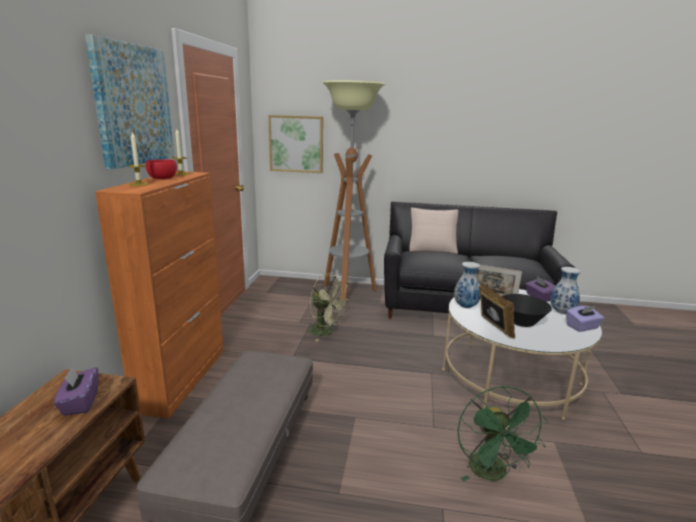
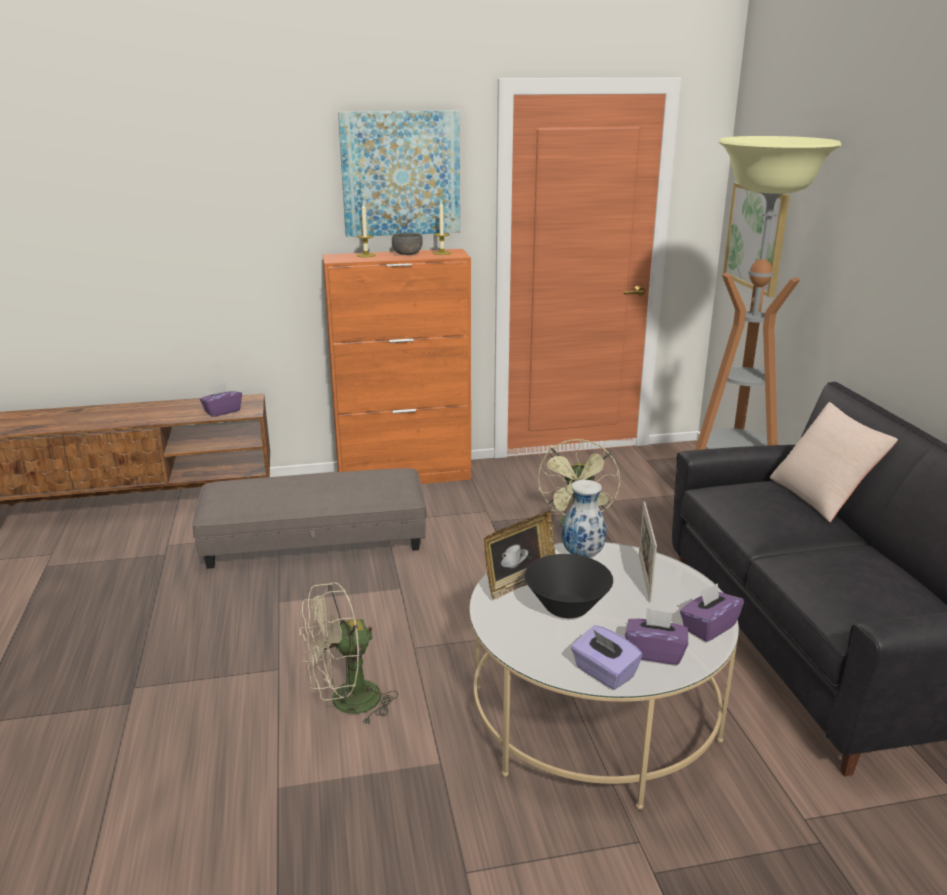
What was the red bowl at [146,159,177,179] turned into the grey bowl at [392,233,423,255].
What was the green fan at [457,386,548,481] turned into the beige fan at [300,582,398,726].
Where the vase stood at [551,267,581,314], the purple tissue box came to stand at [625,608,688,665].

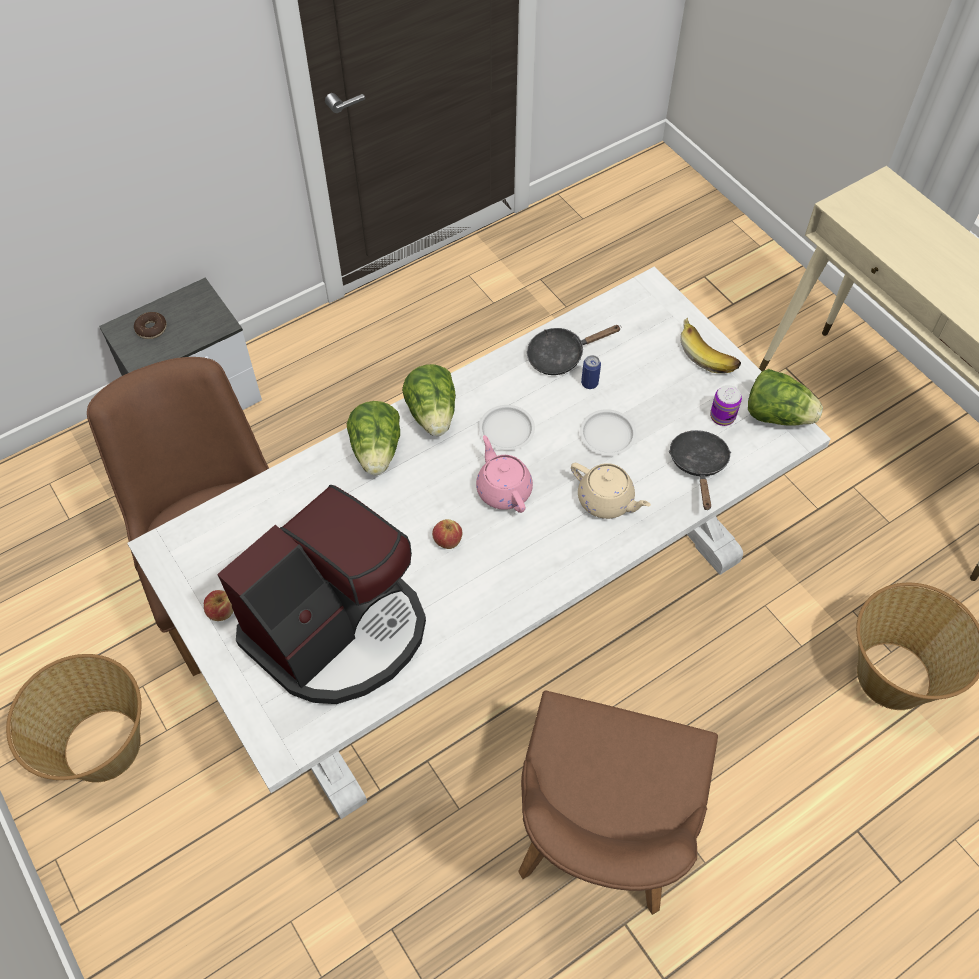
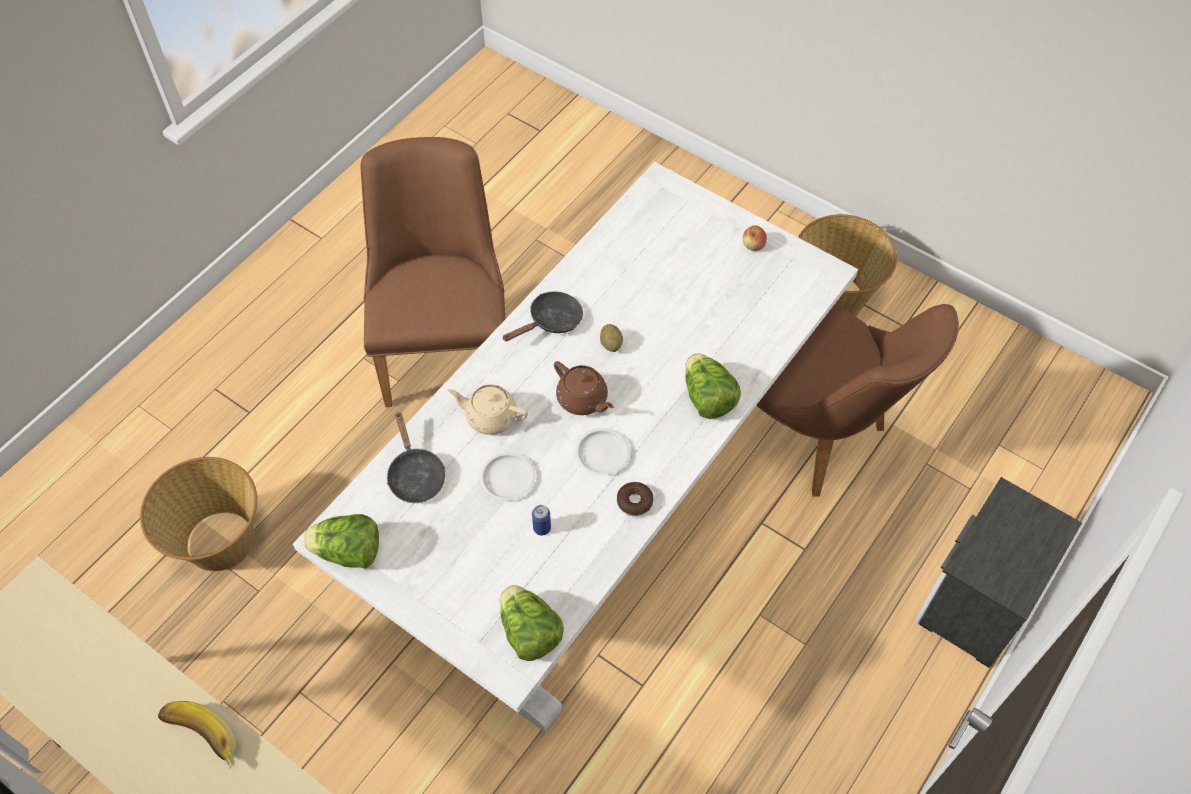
The donut ended up elsewhere, having gone from [134,312,166,339] to [617,482,653,516].
The second view lost the coffee machine at [217,485,426,704].
The lettuce ended up elsewhere, having gone from [402,364,456,436] to [500,585,564,661].
Where the apple stood at [432,519,462,549], the potato came to stand at [600,324,623,352].
What was the pink teapot at [476,435,533,513] turned into the brown teapot at [554,361,614,415].
The black frying pan ended up elsewhere, having gone from [527,325,621,375] to [502,292,583,341].
The banana ended up elsewhere, having gone from [680,318,741,373] to [158,701,237,769].
The second view lost the can at [710,385,742,426].

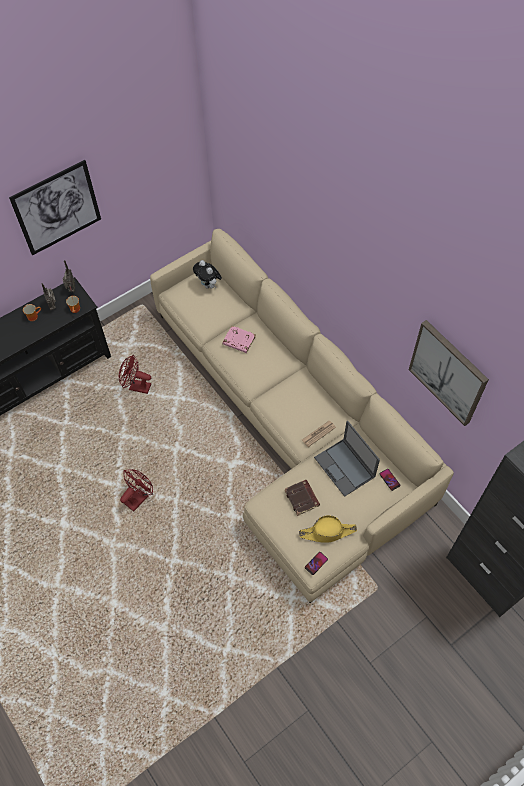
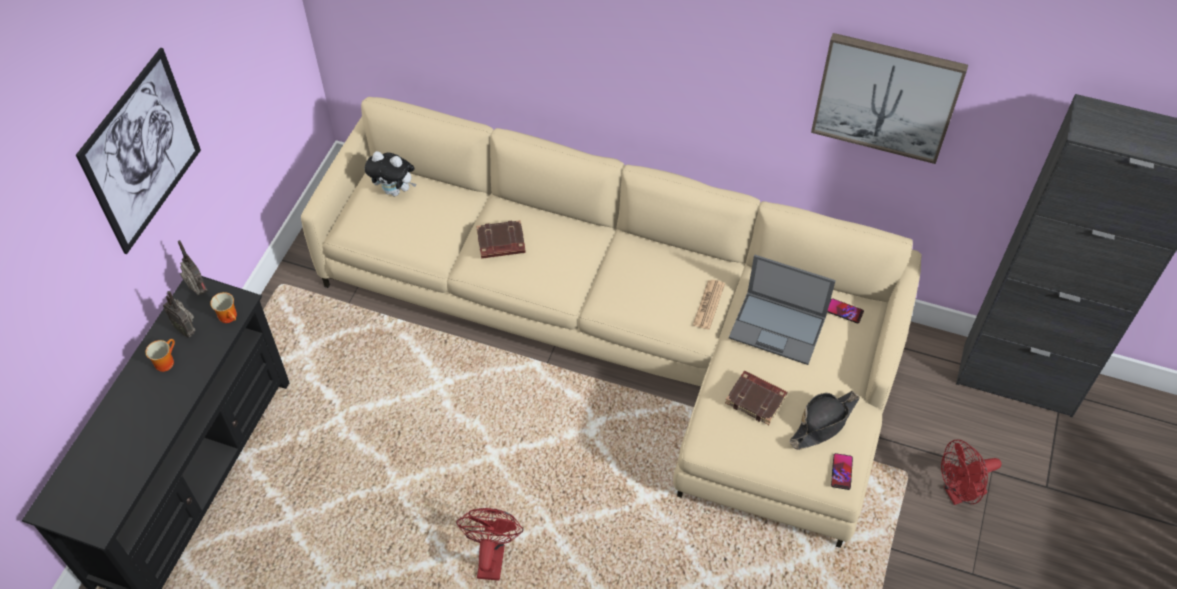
The red fan ended up elsewhere, having gone from [119,355,151,394] to [941,440,1001,505].
What was the pink book at [222,326,256,353] turned into the brown book at [476,220,526,259].
What was the yellow hat at [299,515,357,543] turned into the black hat at [789,391,860,450].

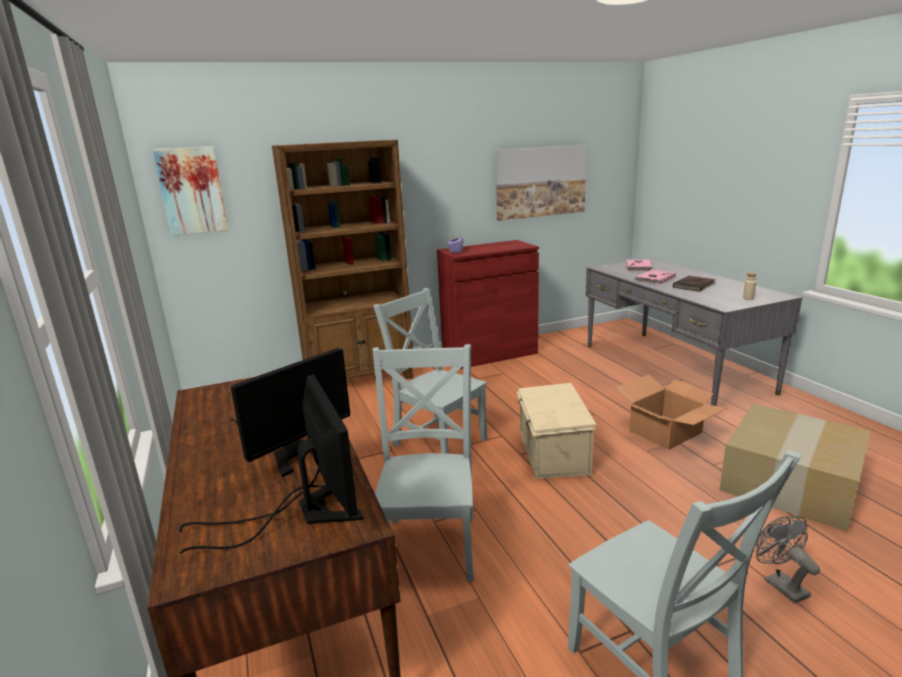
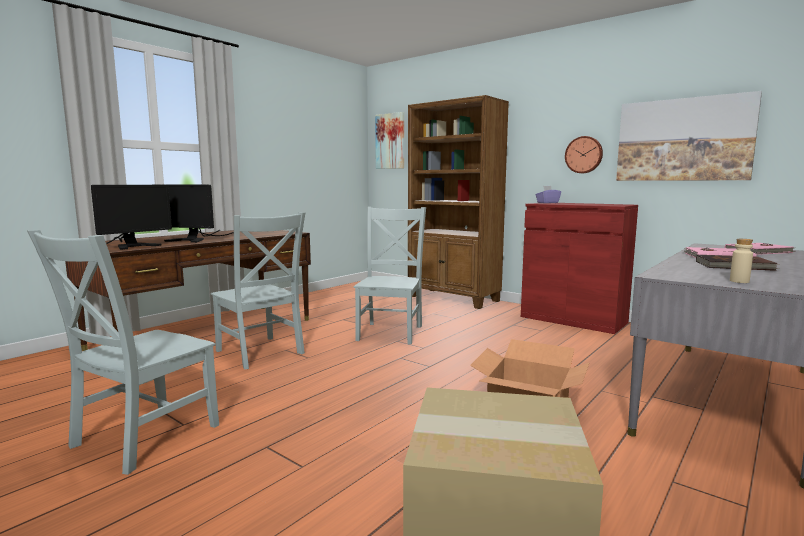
The grey chair at [373,344,474,581] ended up facing another way, 75 degrees clockwise from before.
The second view lost the beige storage box at [516,383,596,479].
The second view lost the grey fan at [756,516,820,603].
The second view gained the wall clock at [565,136,603,173].

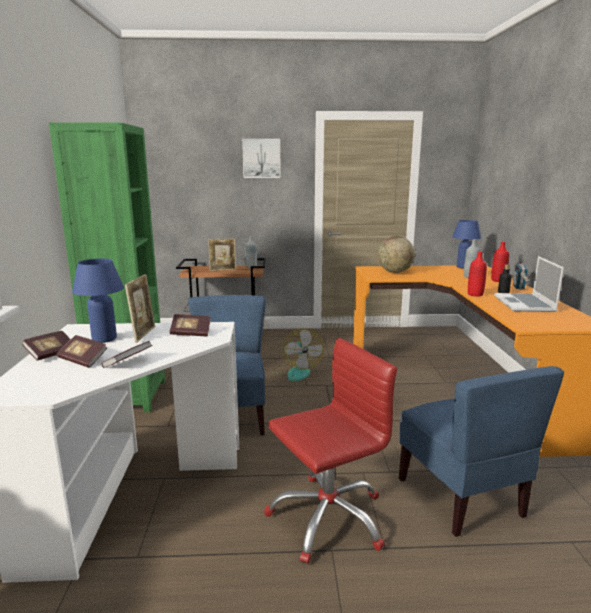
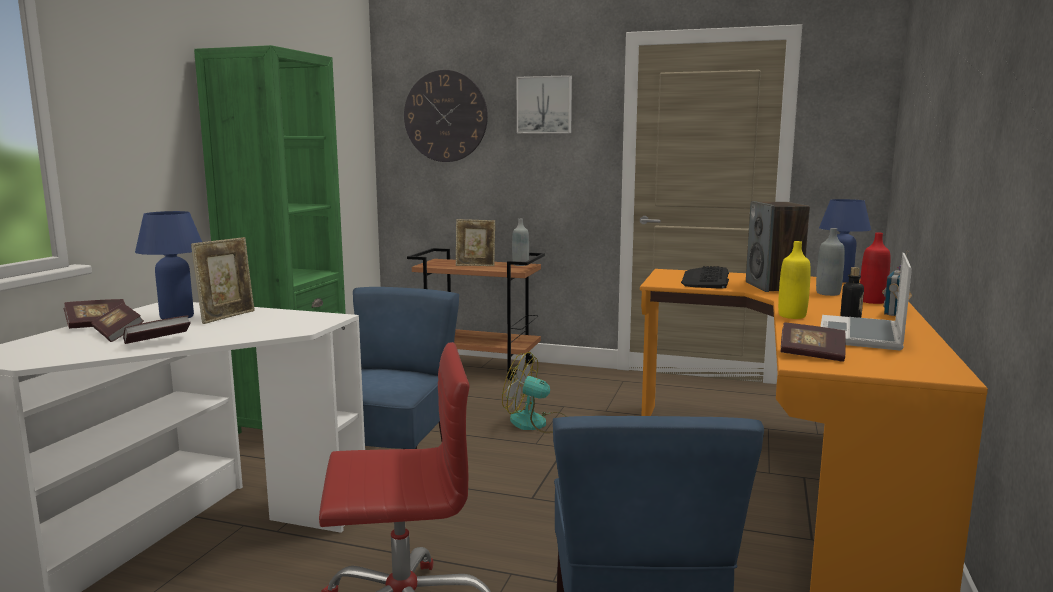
The book ended up elsewhere, having gone from [170,314,211,337] to [780,323,846,362].
The fan at [272,328,324,381] ended up facing another way, 105 degrees clockwise from before.
Where the globe stood at [378,236,415,273], the keyboard came to stand at [681,266,729,289].
What was the red bottle at [468,252,487,297] turned into the yellow bottle at [778,241,811,319].
The second view gained the wall clock at [404,70,488,162].
The second view gained the speaker at [746,201,810,292].

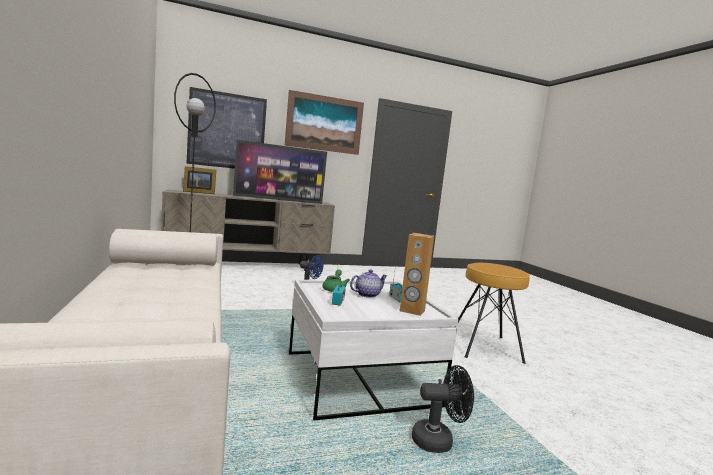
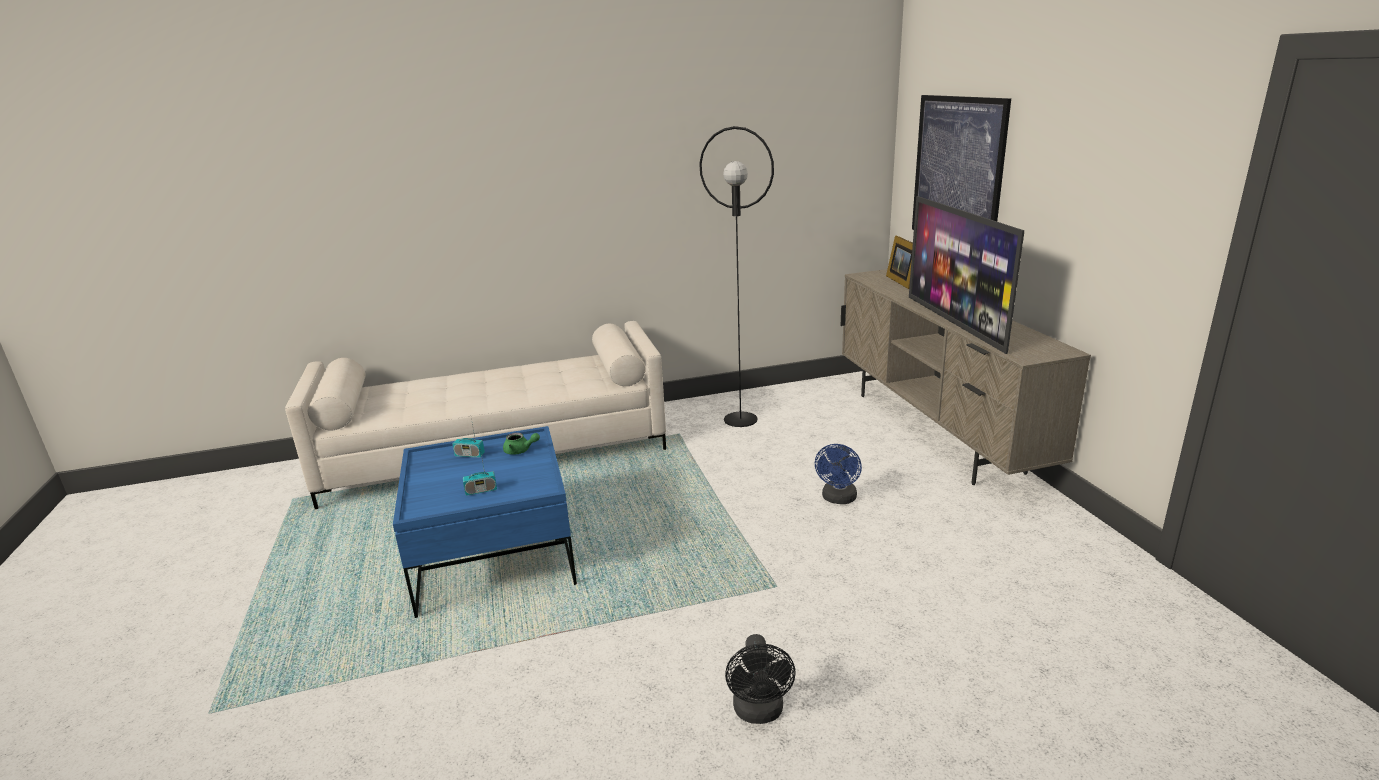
The second view lost the picture at [285,90,364,155].
What was the white coffee table at [289,280,459,420] turned into the blue coffee table at [393,426,577,618].
The second view lost the teapot at [350,269,387,298].
The second view lost the brown speaker at [400,233,434,316].
The black fan ended up elsewhere, having gone from [412,365,474,453] to [725,634,796,724].
The second view lost the brown stool at [455,263,530,364].

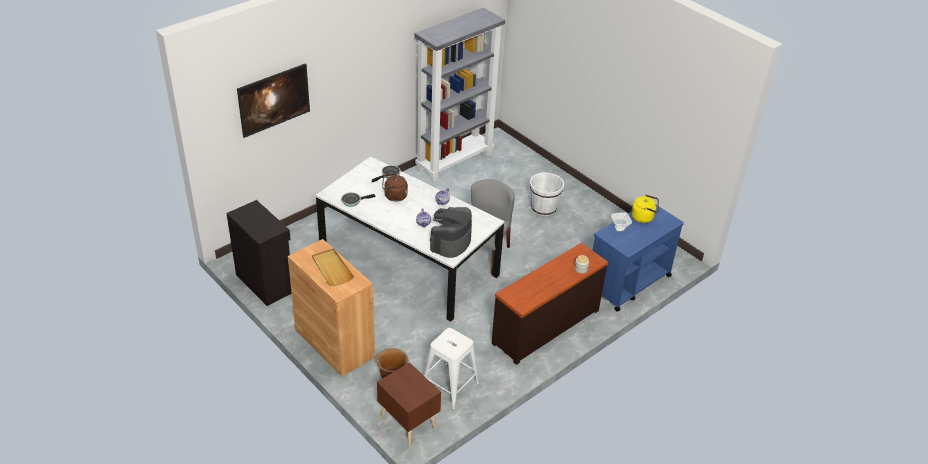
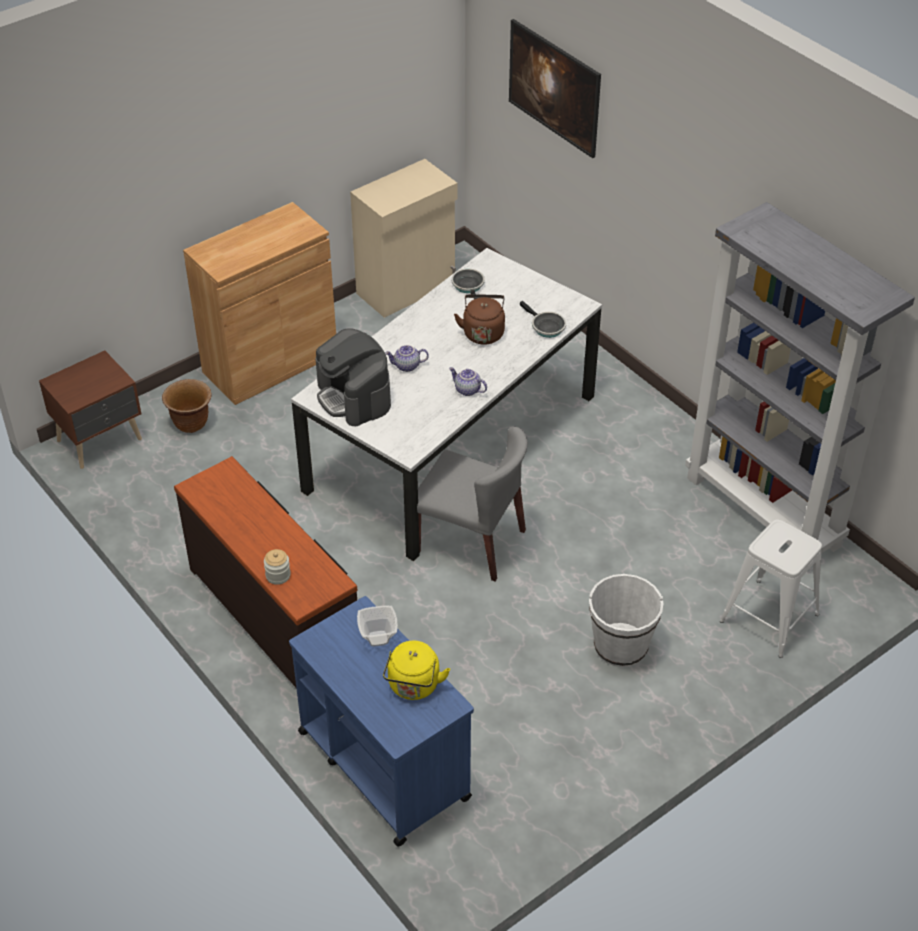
What was the black cabinet at [227,200,292,306] turned into the beige cabinet at [350,159,457,318].
The second view lost the beige tray at [312,248,354,286].
The white stool ended up elsewhere, having gone from [424,328,479,410] to [720,519,822,658].
The coffee machine at [430,207,472,258] ended up facing another way, 150 degrees counterclockwise from before.

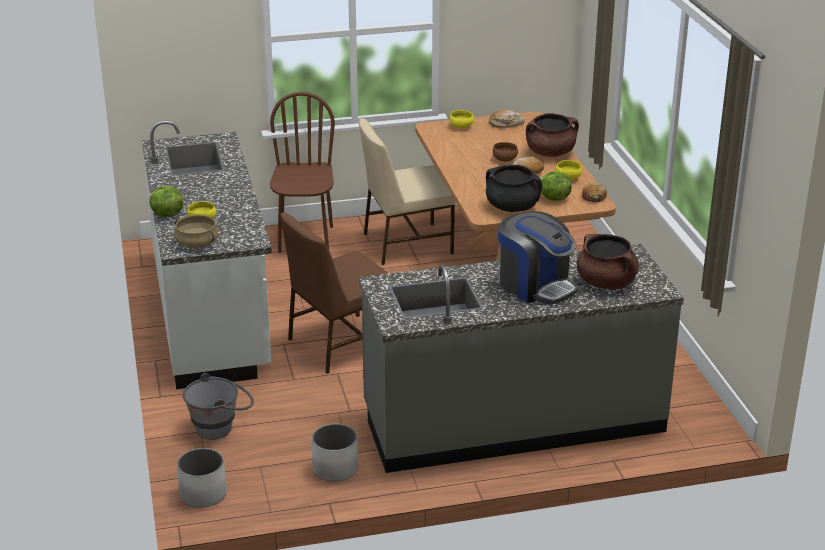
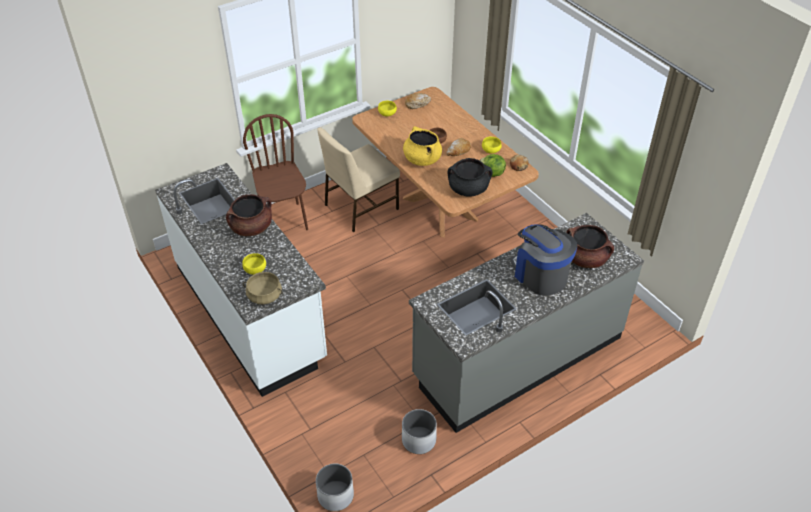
The second view lost the lettuce at [149,186,183,217].
The second view lost the grey bucket at [183,373,254,440].
The second view lost the brown chair at [280,212,389,374].
The coffee machine at [498,211,578,305] ended up facing another way, 150 degrees counterclockwise from before.
The brown cooking pot ended up elsewhere, having gone from [526,113,579,157] to [226,194,272,236].
The second view gained the yellow cooking pot at [403,126,442,166].

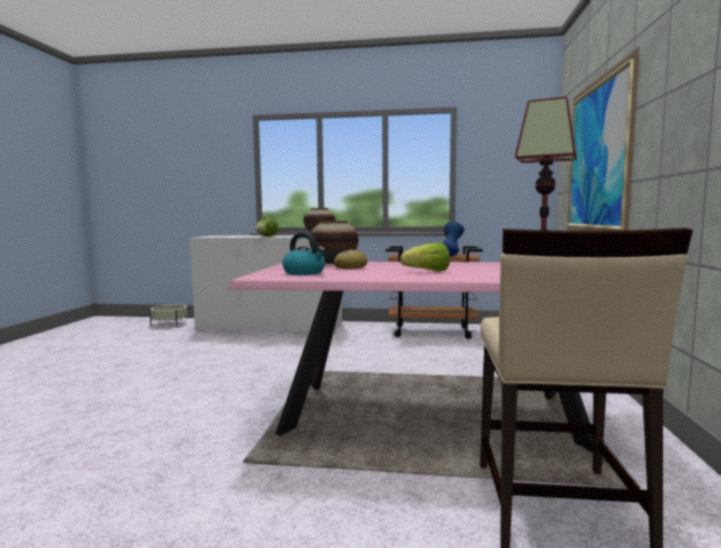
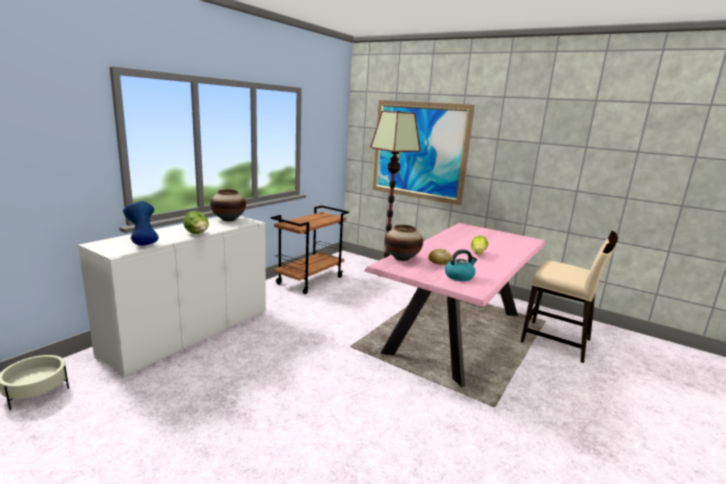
The blue vase ended up elsewhere, having gone from [443,221,464,256] to [123,201,159,245].

